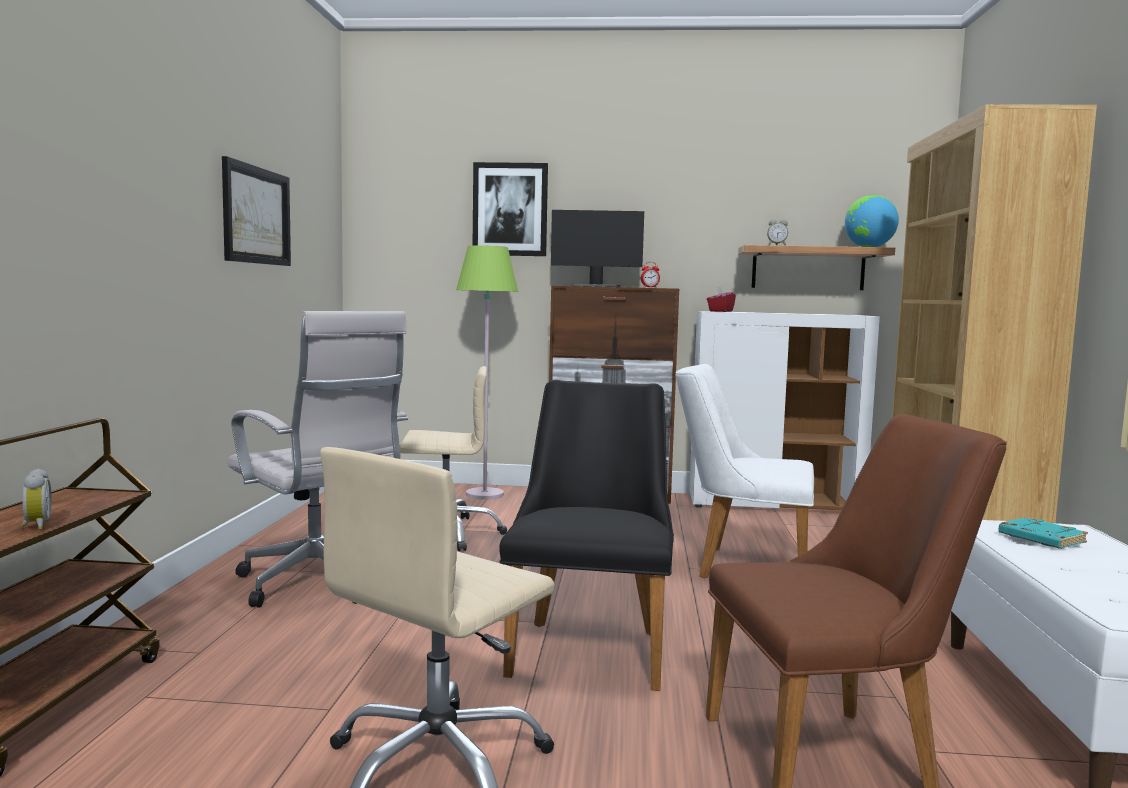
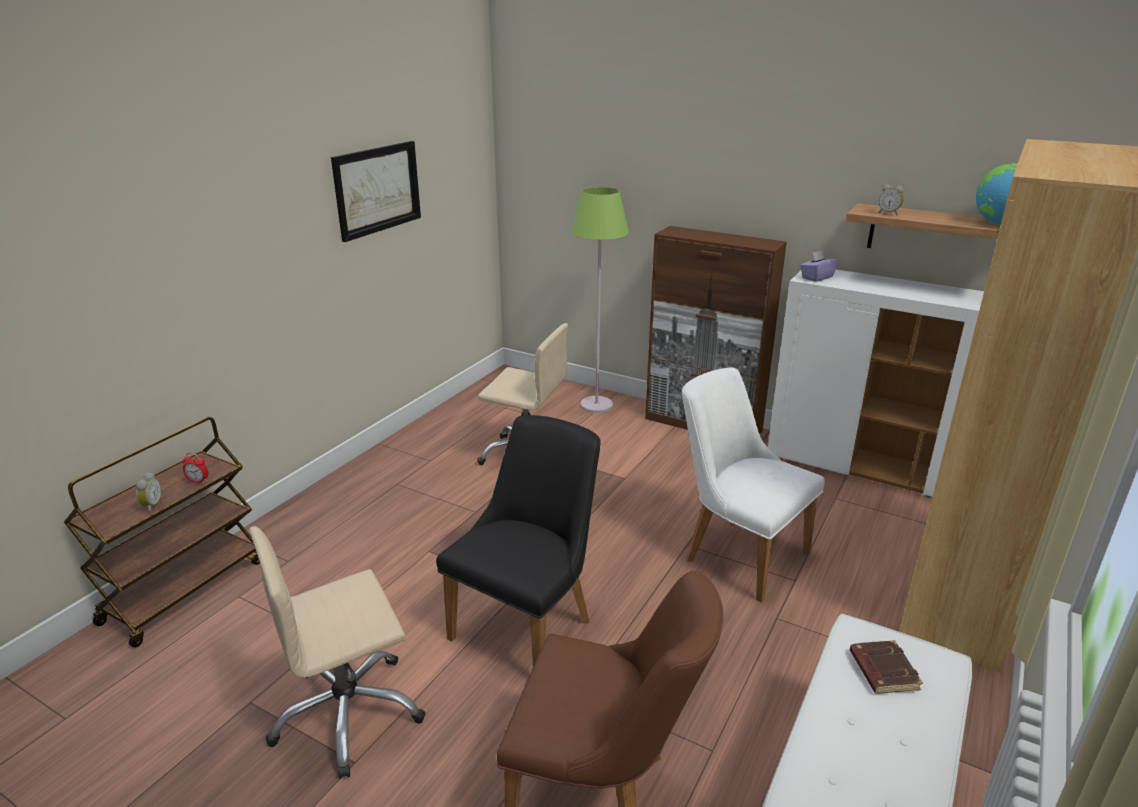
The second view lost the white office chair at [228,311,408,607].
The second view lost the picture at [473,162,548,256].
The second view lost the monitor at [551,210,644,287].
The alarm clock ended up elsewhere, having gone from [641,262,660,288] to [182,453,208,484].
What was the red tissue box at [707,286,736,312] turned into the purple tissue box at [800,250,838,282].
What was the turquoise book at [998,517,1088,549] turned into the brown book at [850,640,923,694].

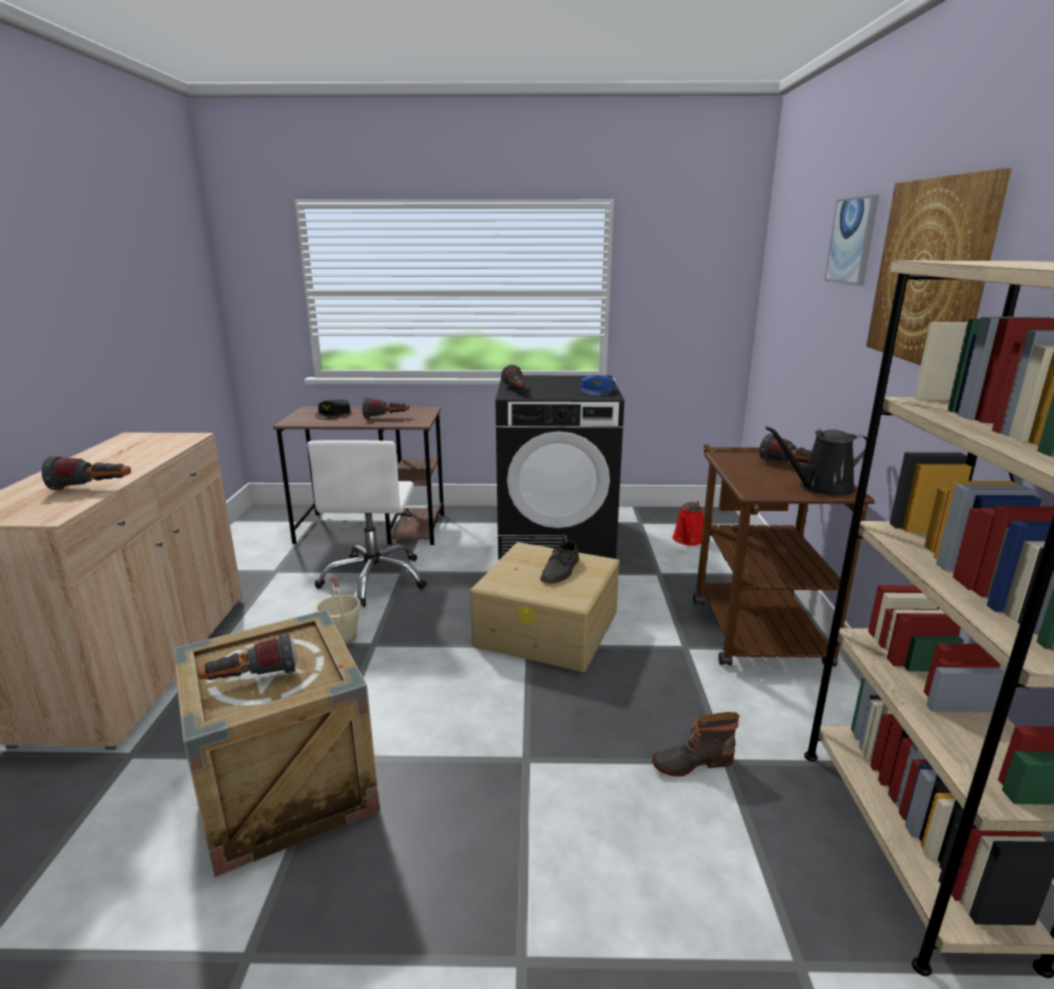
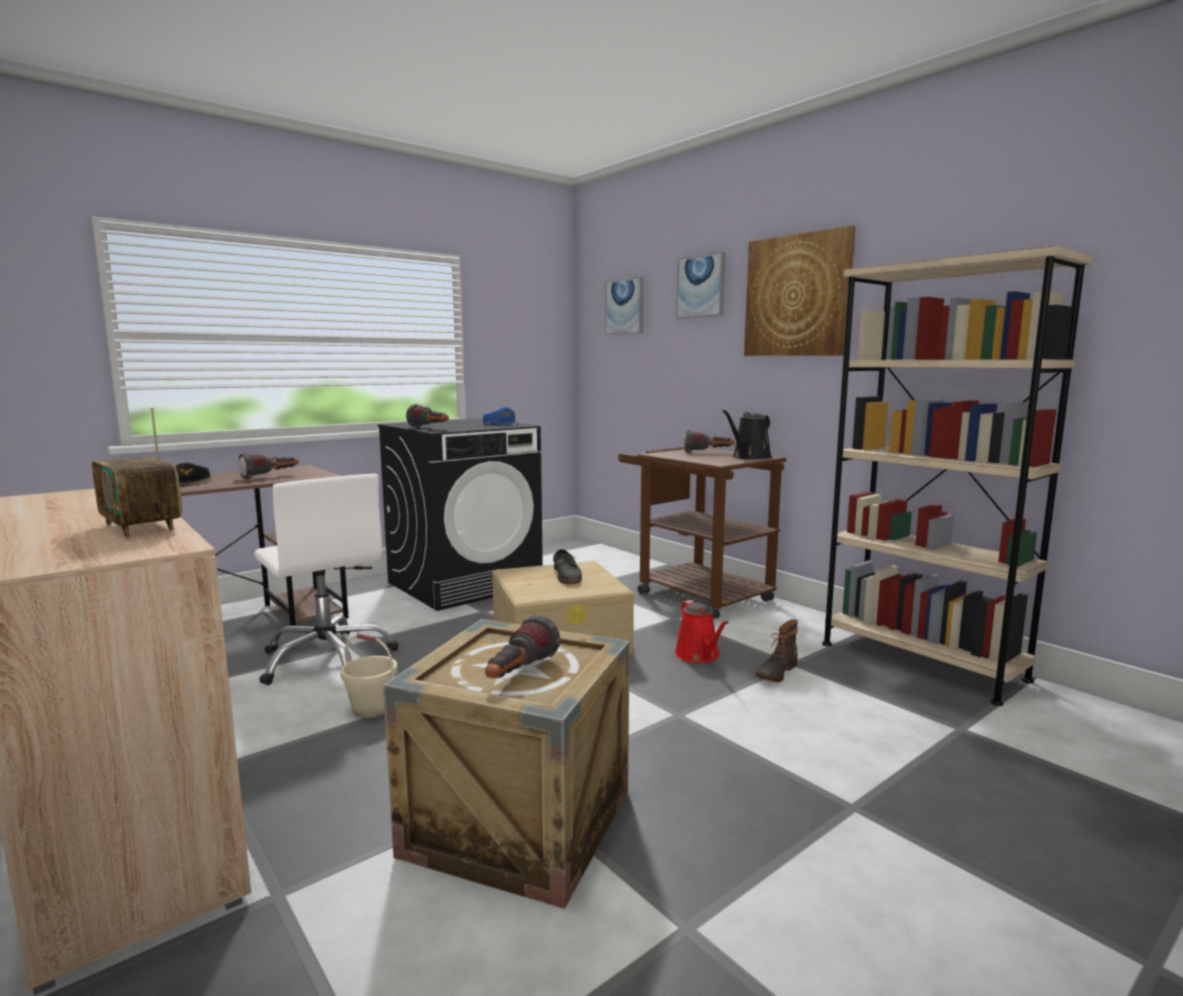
Where the flashlight stood at [42,456,131,490], the radio came to stand at [92,408,182,537].
The red watering can ended up elsewhere, having gone from [672,500,703,546] to [674,600,729,663].
The second view gained the picture at [605,277,644,335].

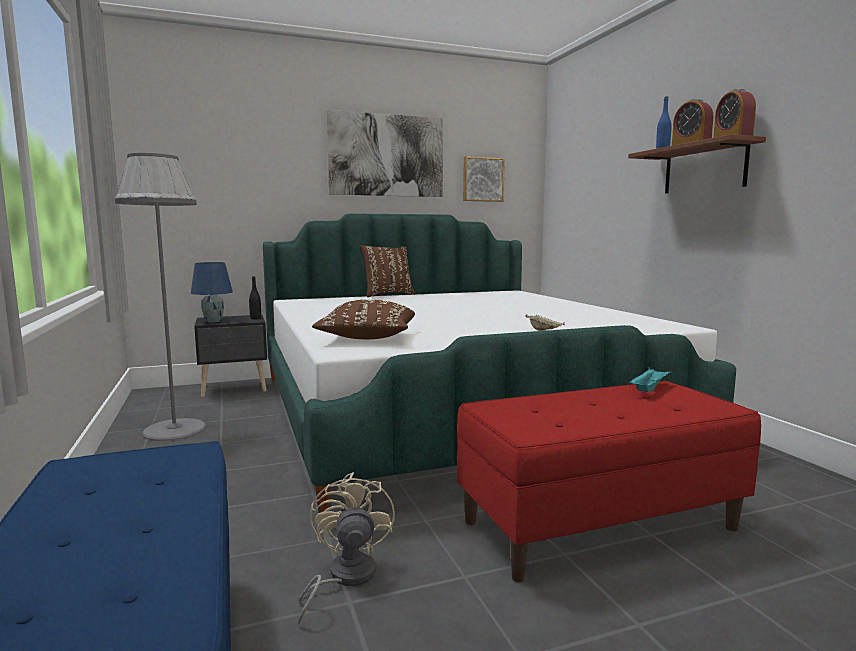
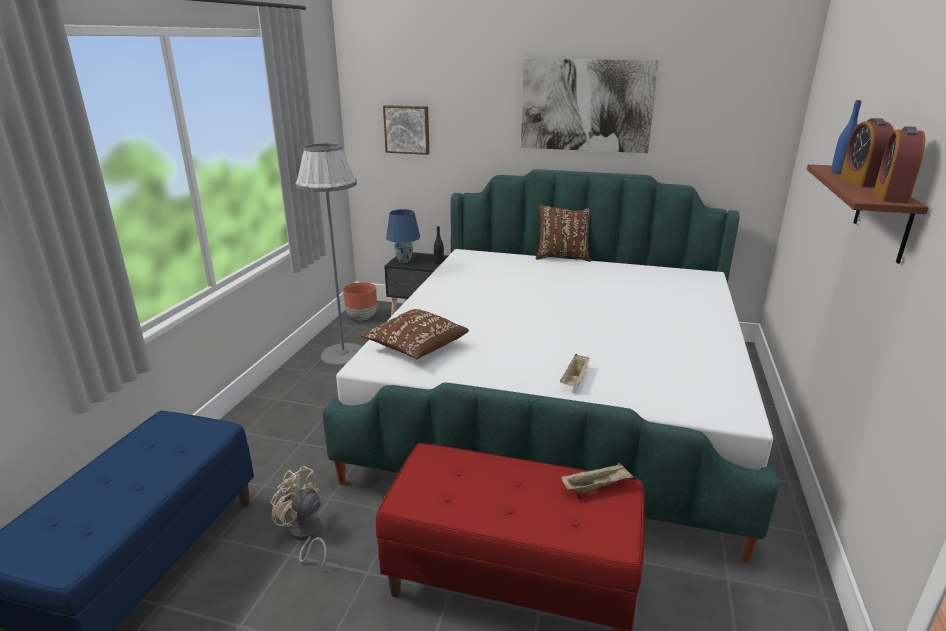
The beige fan at [298,472,395,625] ended up facing another way, 90 degrees counterclockwise from before.
The picture ended up elsewhere, having gone from [463,156,505,202] to [383,105,429,155].
What was the turquoise tray at [629,368,672,392] turned into the beige tray at [561,462,634,493].
The second view gained the brown planter at [343,282,377,320].

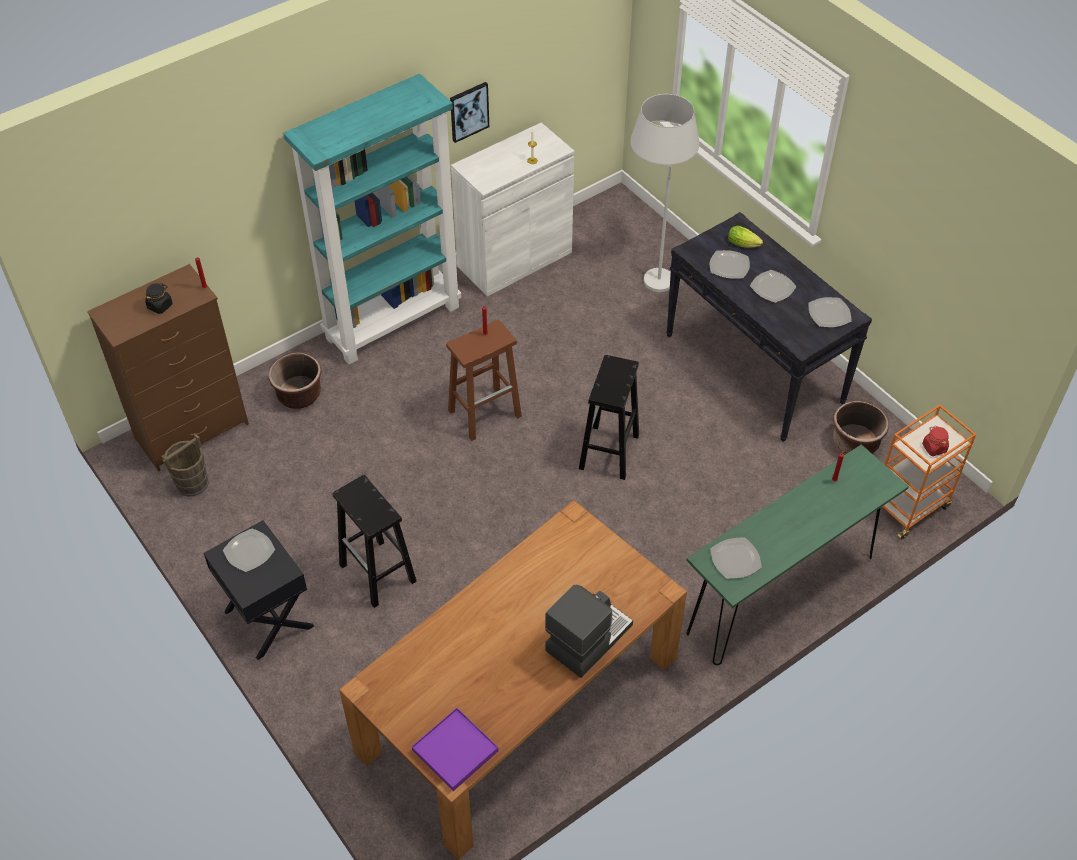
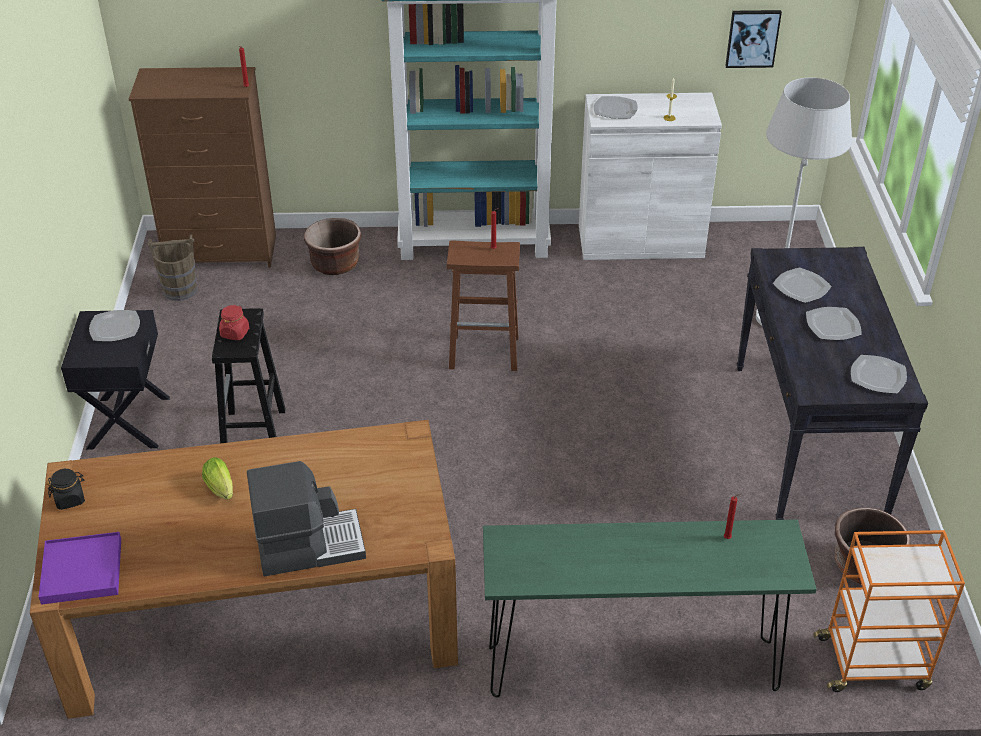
The black jar ended up elsewhere, having gone from [145,283,172,314] to [47,469,85,510].
The picture ended up elsewhere, having gone from [450,82,489,143] to [725,10,782,68].
The second view lost the black stool at [579,355,639,480].
The plate ended up elsewhere, having gone from [710,537,762,579] to [594,96,638,119].
The lettuce ended up elsewhere, having gone from [728,226,763,248] to [202,457,233,500].
The red jar ended up elsewhere, having gone from [922,426,949,456] to [219,305,249,340].

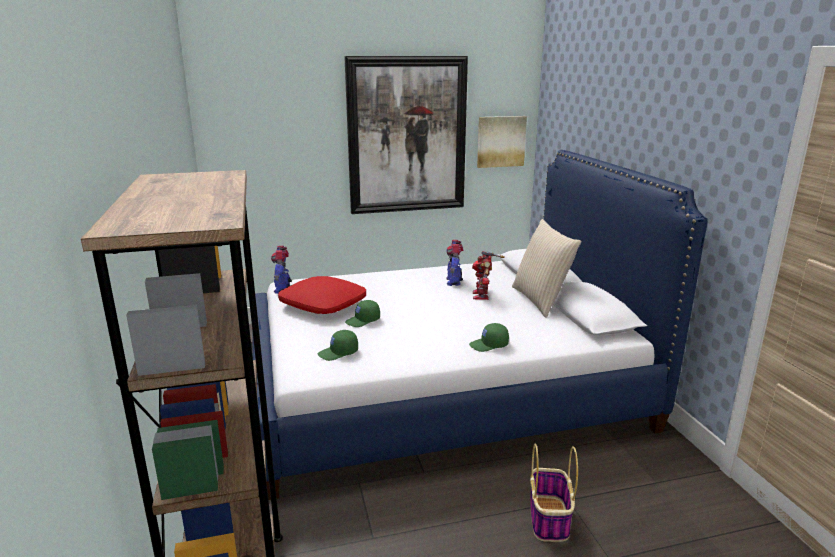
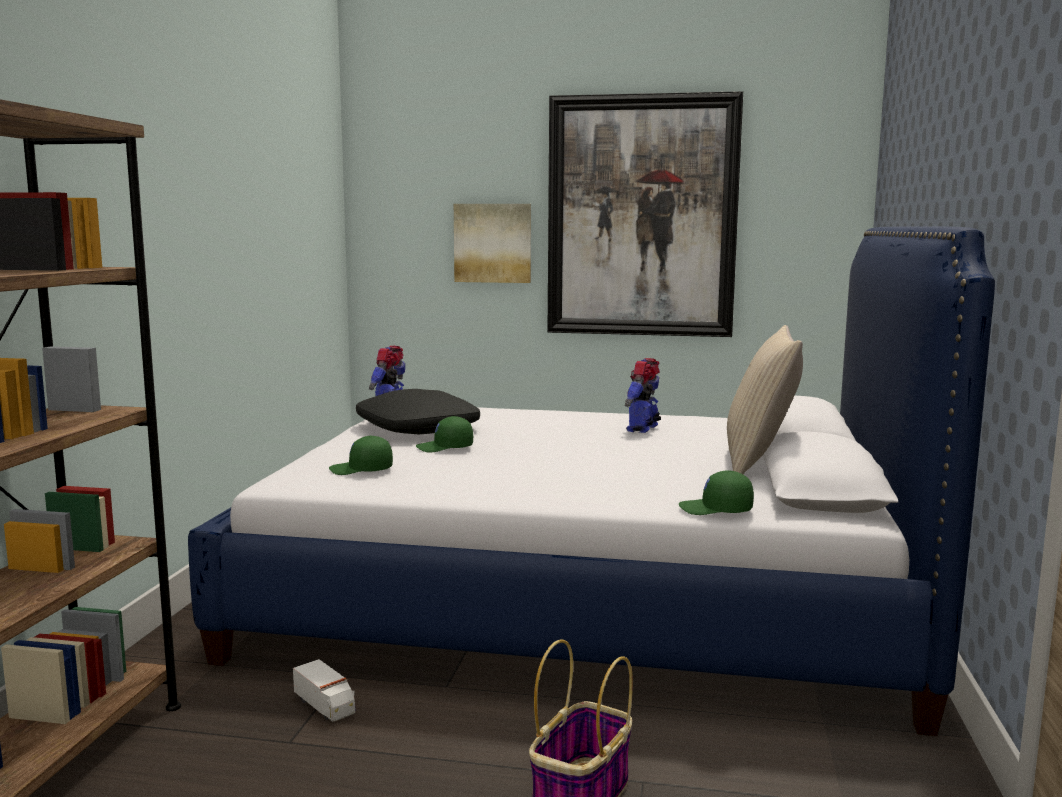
What was the red pillow at [278,276,366,314] turned into the black pillow at [356,389,480,434].
The green cap ended up elsewhere, having gone from [469,323,509,352] to [679,470,754,515].
The second view lost the toy robot at [472,251,505,300].
The picture ended up elsewhere, having gone from [477,116,527,168] to [454,204,531,283].
The second view gained the toy truck at [293,659,356,722].

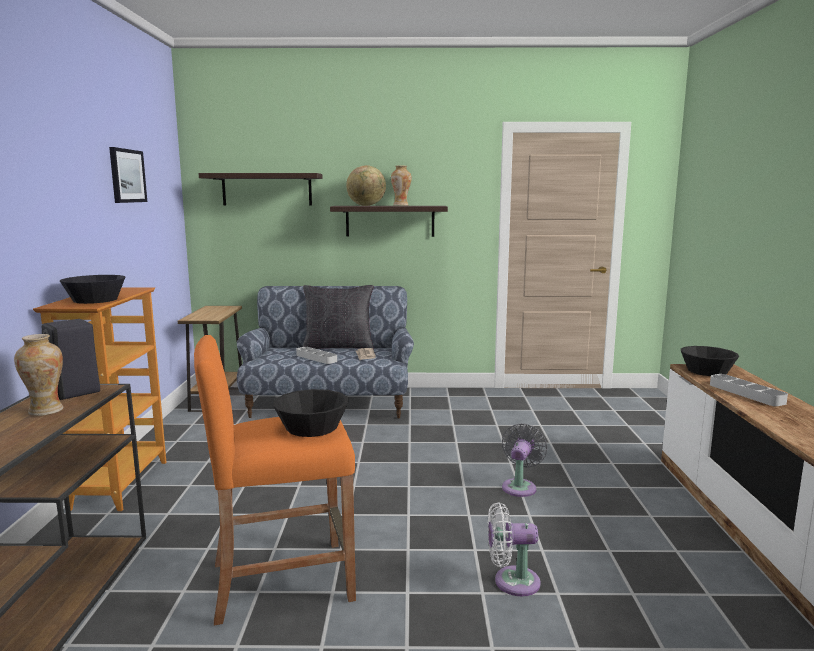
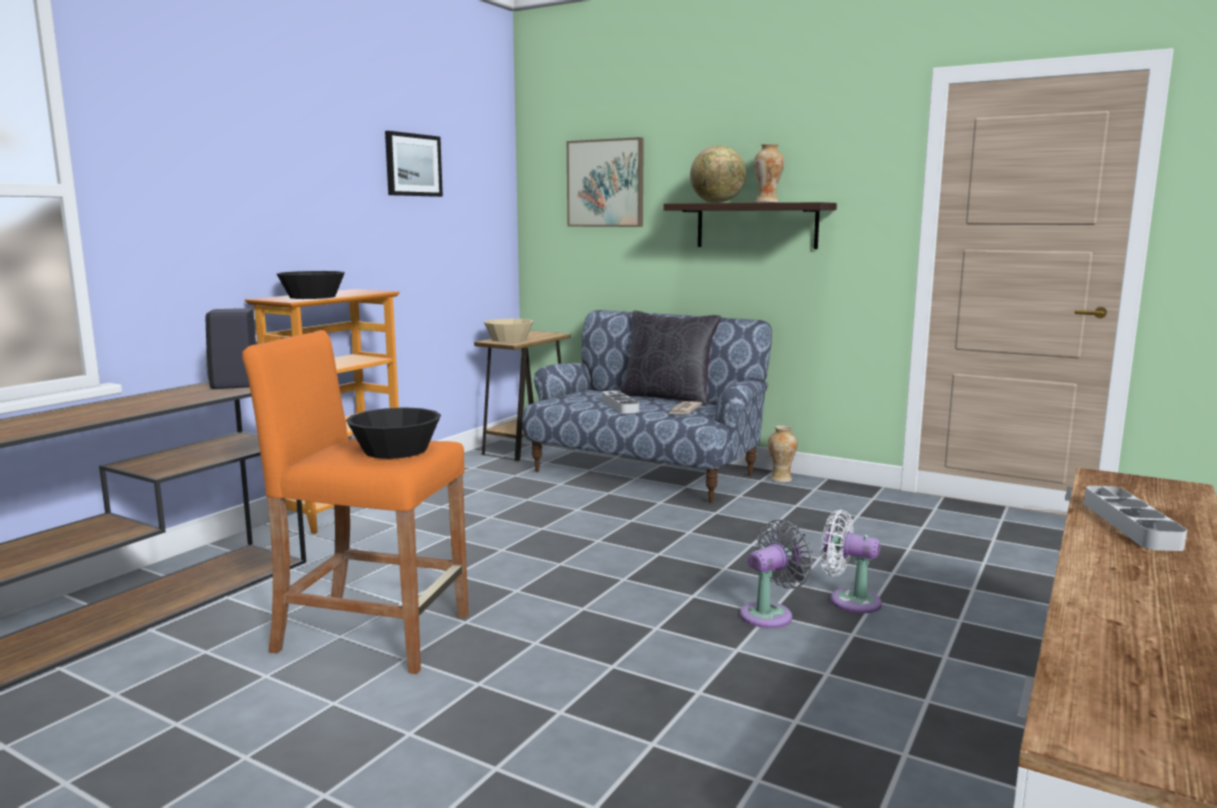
The vase ended up elsewhere, having gone from [14,334,63,416] to [768,425,797,482].
Where the shelf hung at [198,173,323,205], the picture came to hang at [567,137,644,227].
The white fan ended up elsewhere, having gone from [488,502,541,596] to [820,510,882,613].
The second view lost the black bowl at [681,346,739,376].
The second view gained the beige bowl at [484,319,534,342].

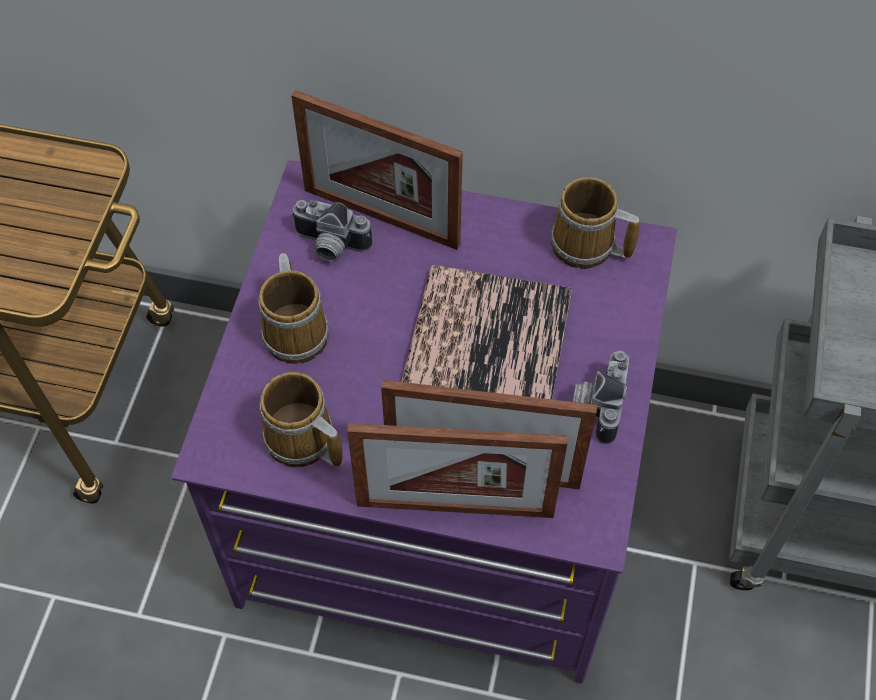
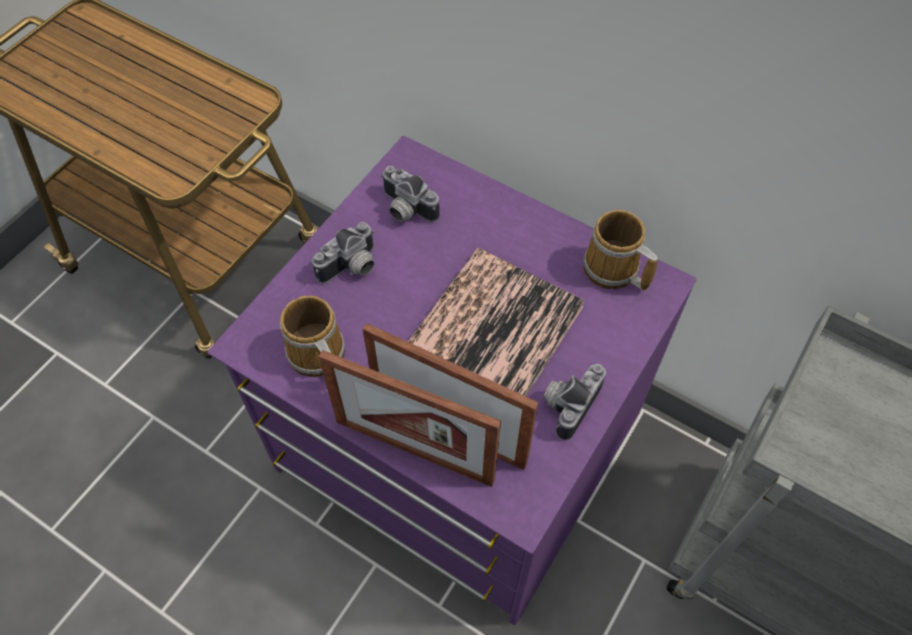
Where the mug stood at [258,253,329,364], the photo camera came to stand at [312,222,375,284].
The second view lost the picture frame at [291,90,463,250].

